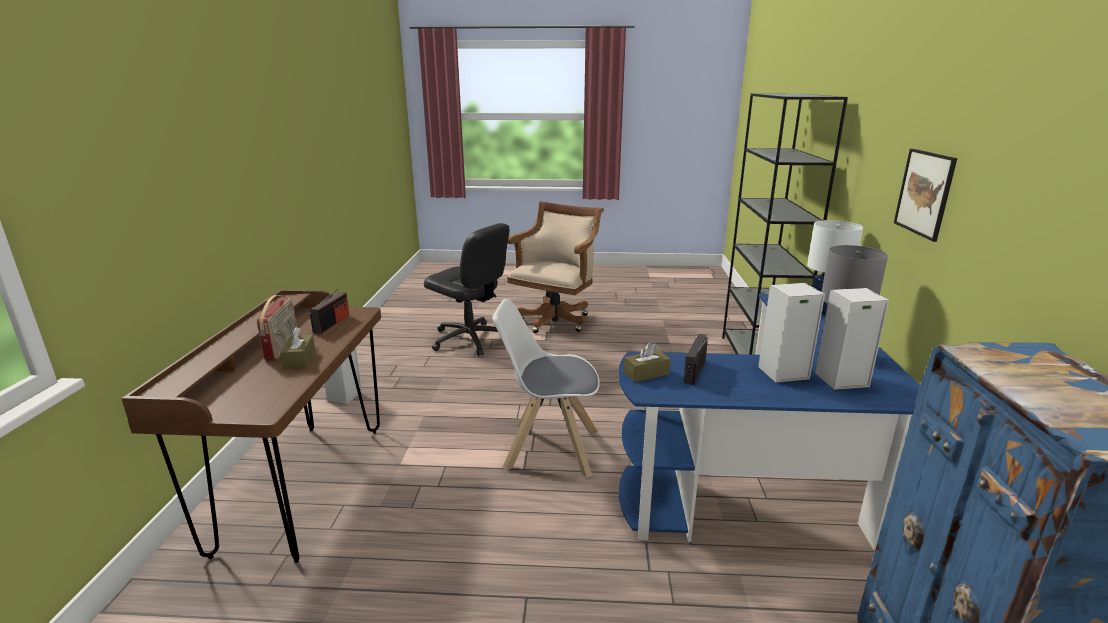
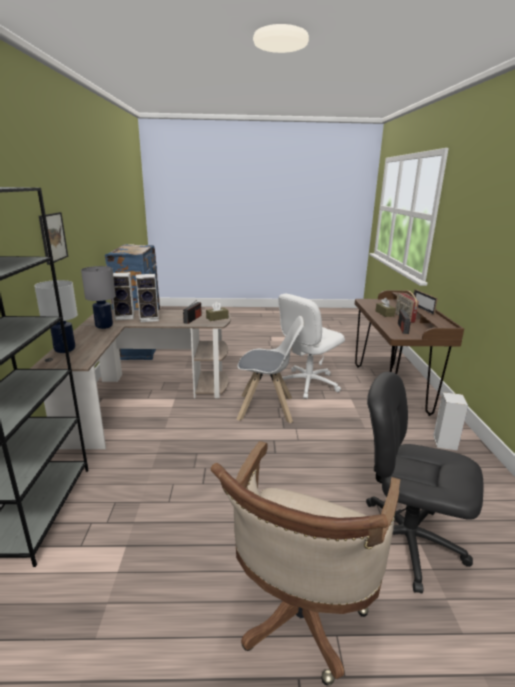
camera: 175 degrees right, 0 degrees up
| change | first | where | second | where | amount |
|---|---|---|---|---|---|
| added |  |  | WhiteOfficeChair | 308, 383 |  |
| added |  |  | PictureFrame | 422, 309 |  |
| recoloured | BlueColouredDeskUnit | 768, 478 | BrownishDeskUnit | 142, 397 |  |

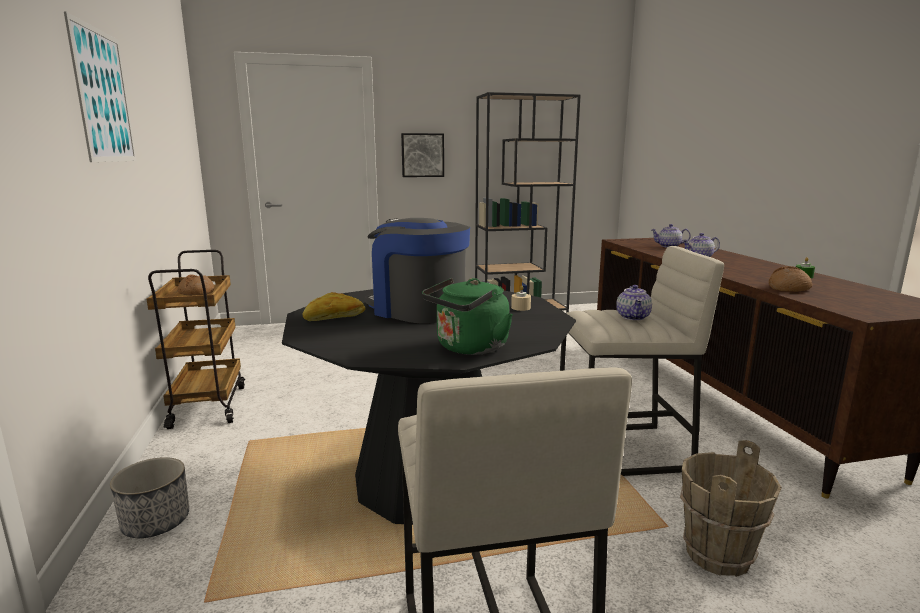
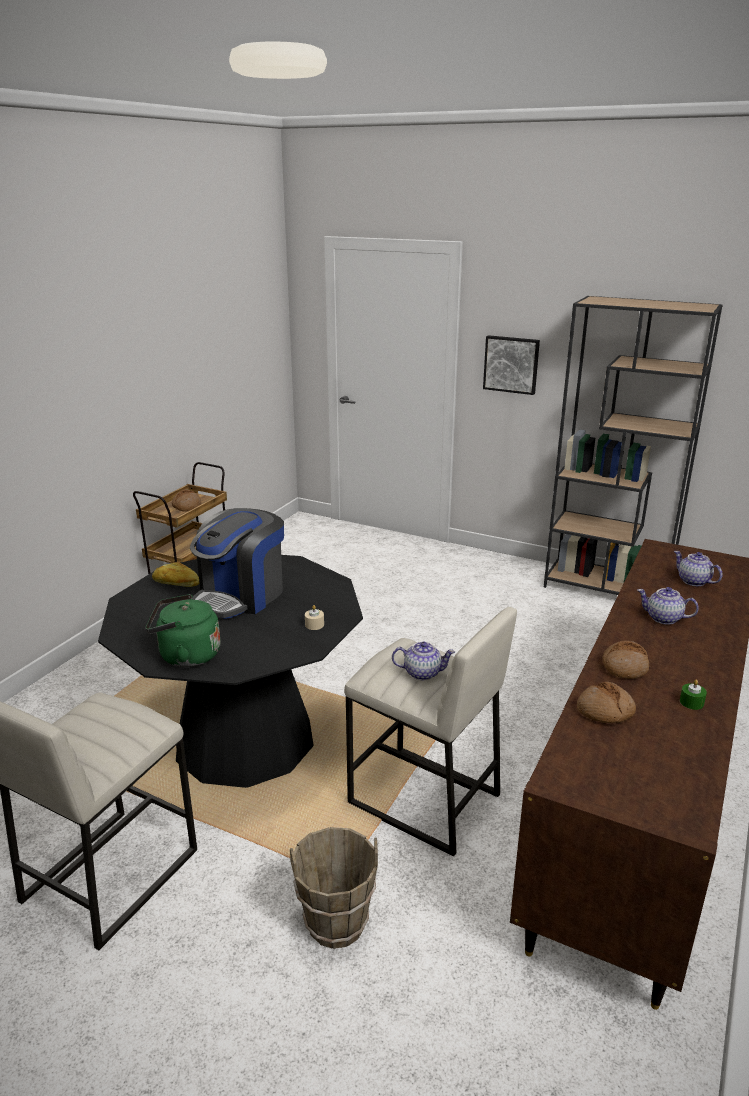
camera: 40 degrees right, 10 degrees up
| change | first | where | second | where | amount |
|---|---|---|---|---|---|
| removed | Picture | 104, 96 |  |  |  |
| removed | PlantPot | 155, 522 |  |  |  |
| added |  |  | BakedBread | 624, 667 |  |
| turned | CoffeeBrewer | 417, 310 |  | 240, 596 | 135 degrees counterclockwise |
| turned | Teapot | 633, 317 |  | 423, 673 | 135 degrees counterclockwise |

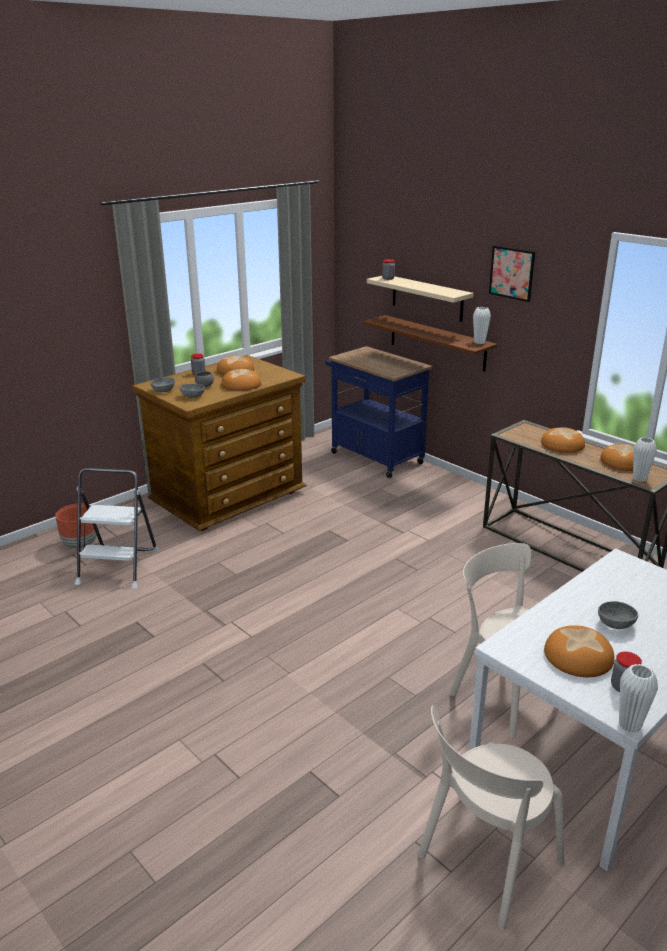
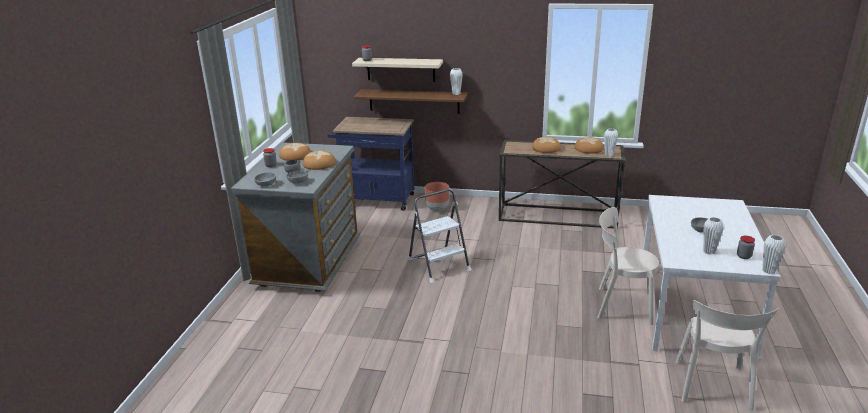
camera: 35 degrees left, 0 degrees up
| change | first | where | second | where | amount |
|---|---|---|---|---|---|
| removed | Picture | 511, 273 |  |  |  |
| moved | BrownishPlantPot | 81, 544 |  | 437, 209 |  |
| moved | WhiteStepladder | 120, 565 |  | 438, 263 |  |
| replaced | BakedBread | 577, 656 | WhiteVase | 709, 251 |  |
| recoloured | BrownishDresser | 229, 498 | GreyDresser | 309, 262 |  |

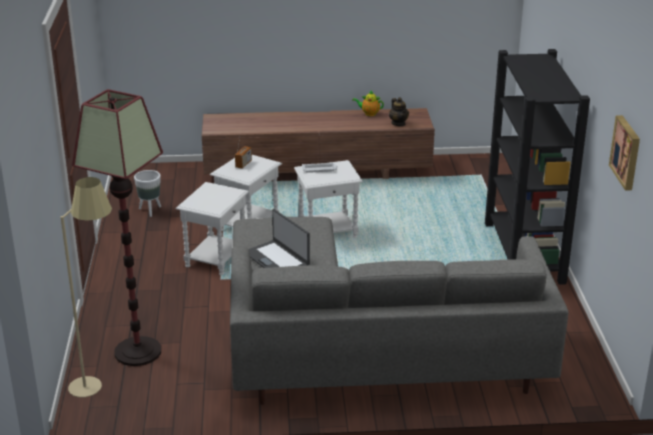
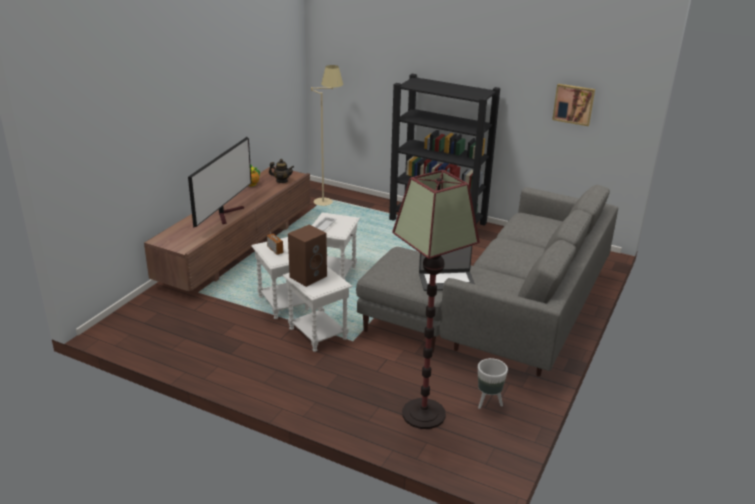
camera: 60 degrees left, 0 degrees up
| change | first | where | second | where | amount |
|---|---|---|---|---|---|
| added |  |  | Tv | 227, 214 |  |
| added |  |  | BrownishAudioSpeaker | 308, 276 |  |
| moved | BeigeColouredStandingLamp | 100, 387 |  | 328, 198 |  |
| moved | WhitePlantPot | 150, 210 |  | 488, 402 |  |

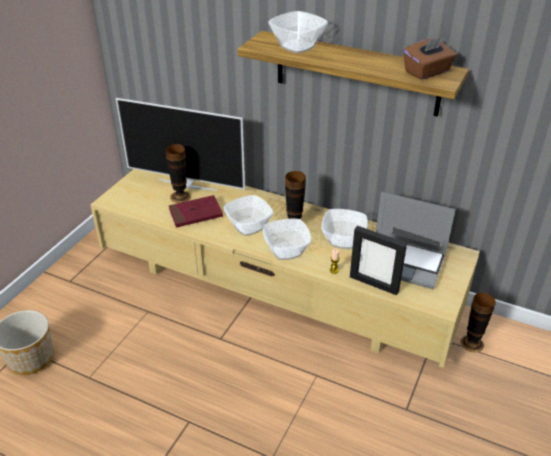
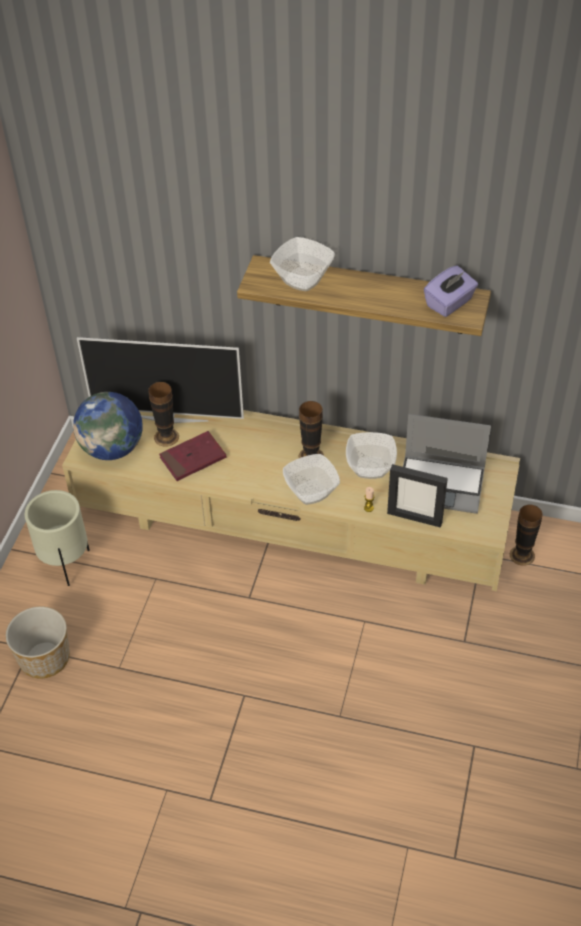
camera: 10 degrees left, 10 degrees up
| change | first | where | second | where | amount |
|---|---|---|---|---|---|
| removed | ServingBowl | 249, 227 |  |  |  |
| added |  |  | BeigeColouredPlantPot | 67, 565 |  |
| added |  |  | WorldGlobe | 112, 449 |  |
| recoloured | BrownishTissueHolder | 427, 72 | PurpleTissueHolder | 449, 303 |  |

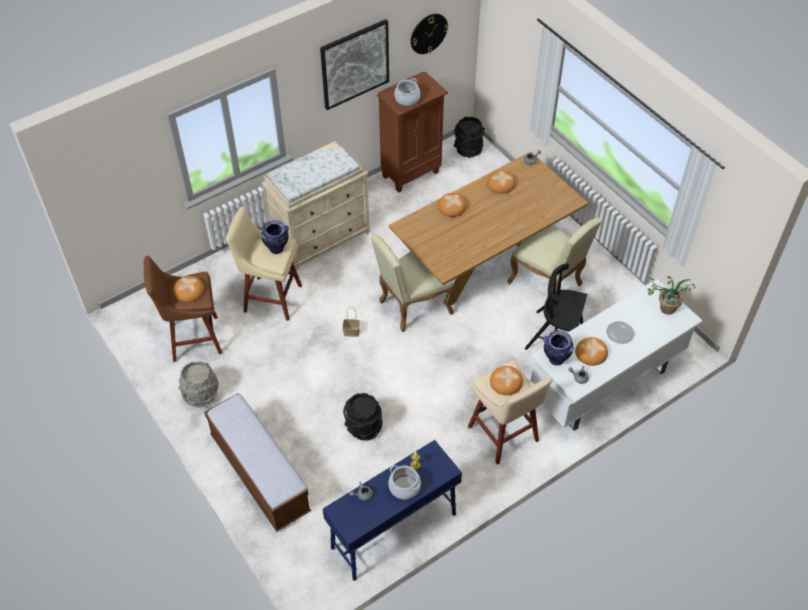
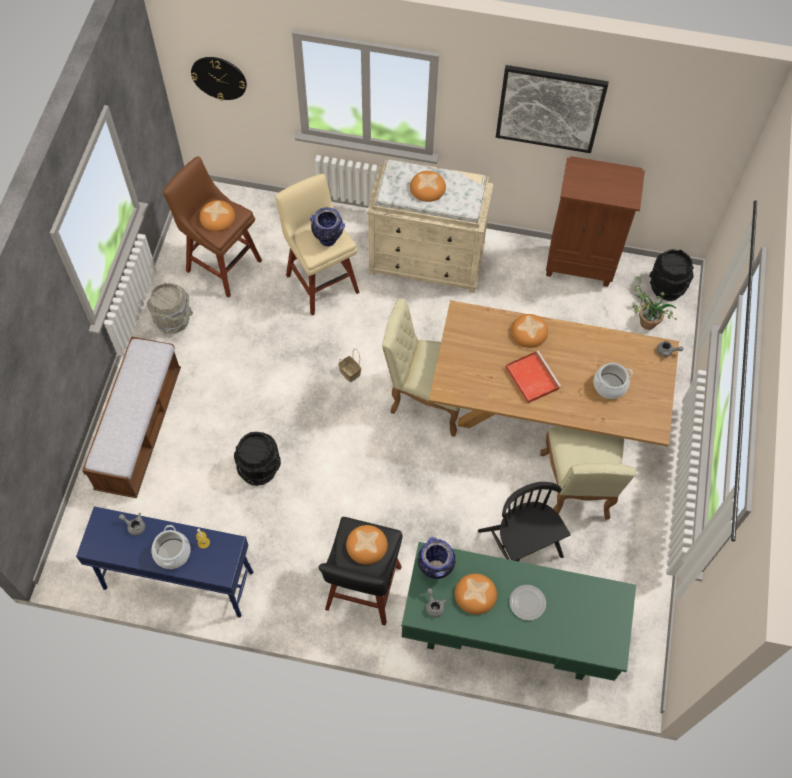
camera: 45 degrees right, 10 degrees up
| change | first | where | second | where | amount |
|---|---|---|---|---|---|
| added |  |  | ReddishServingTray | 531, 377 |  |
| moved | Stockpot | 407, 99 |  | 609, 385 |  |
| moved | HangingClock | 428, 33 |  | 219, 77 |  |
| moved | BakedBread | 501, 184 |  | 428, 188 |  |
| moved | PlantInAPot | 663, 309 |  | 643, 321 |  |
| recoloured | BeigeColouredSittingStool | 504, 435 | BlackishSittingStool | 362, 590 |  |
| recoloured | WhiteDeskUnit | 605, 386 | GreenDeskUnit | 507, 636 |  |

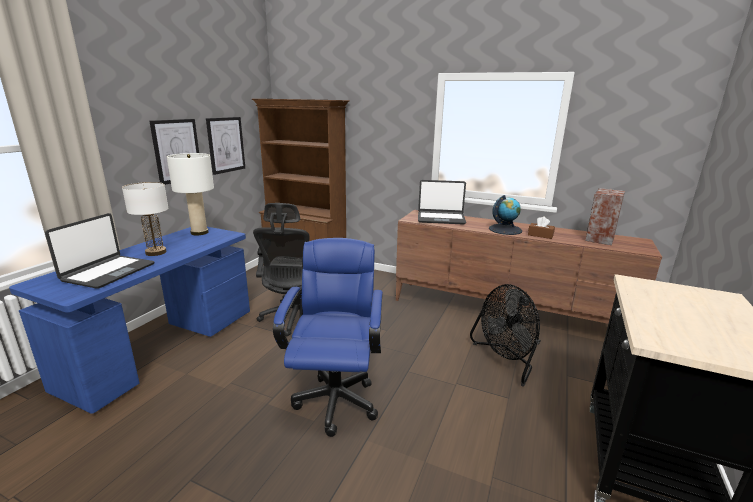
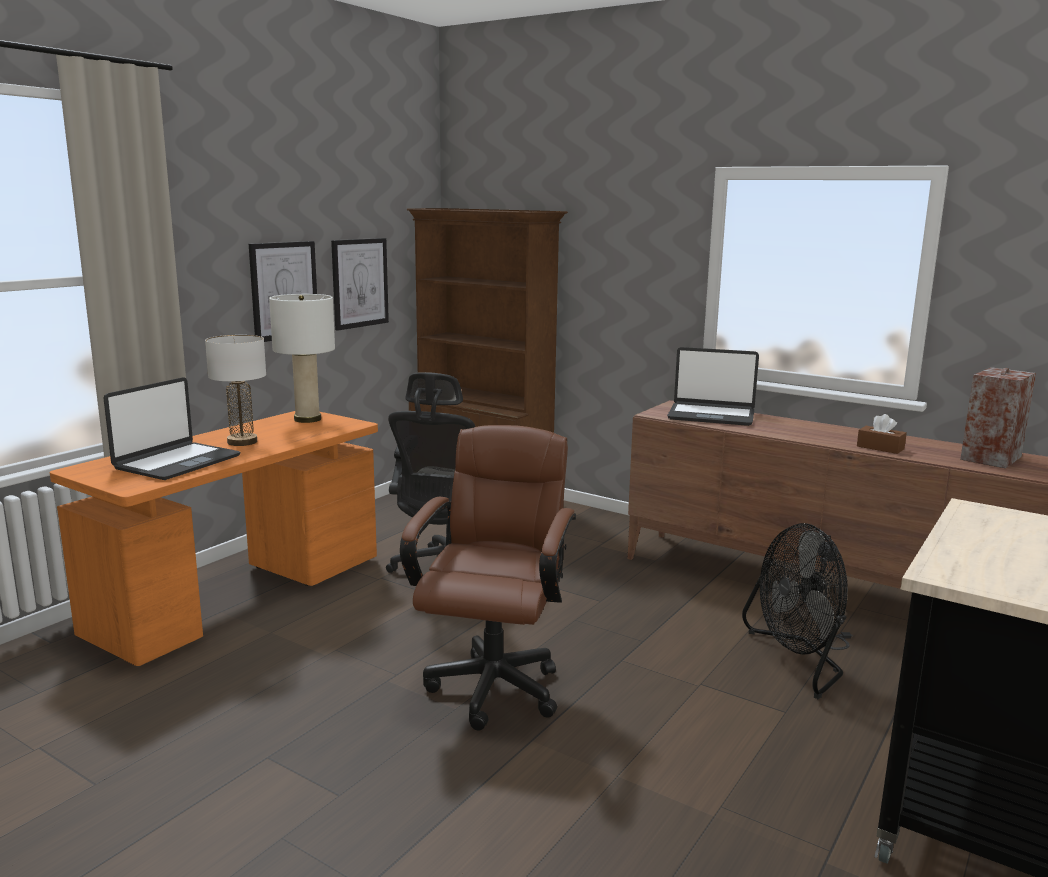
camera: 10 degrees right, 5 degrees down
| change | first | where | second | where | amount |
|---|---|---|---|---|---|
| removed | WorldGlobe | 505, 229 |  |  |  |
| recoloured | BlueColouredDeskUnit | 165, 347 | OrangeColouredDeskUnit | 241, 596 |  |
| recoloured | BlueColouredOfficeChair | 336, 399 | BrownishOfficeChair | 495, 686 |  |

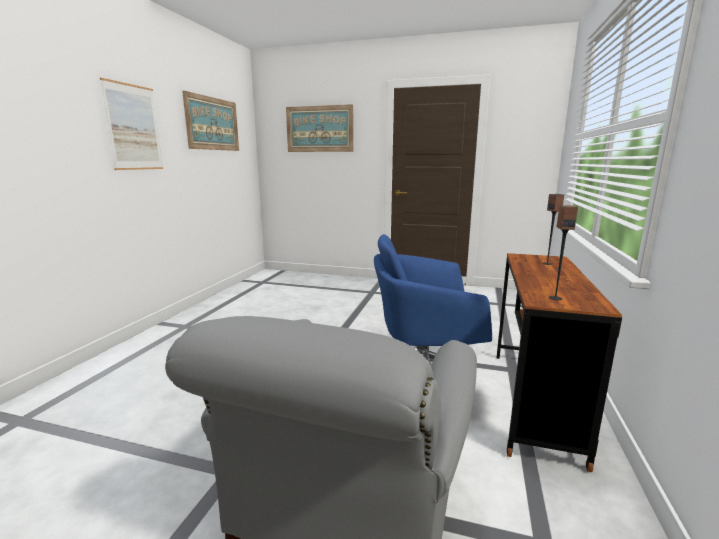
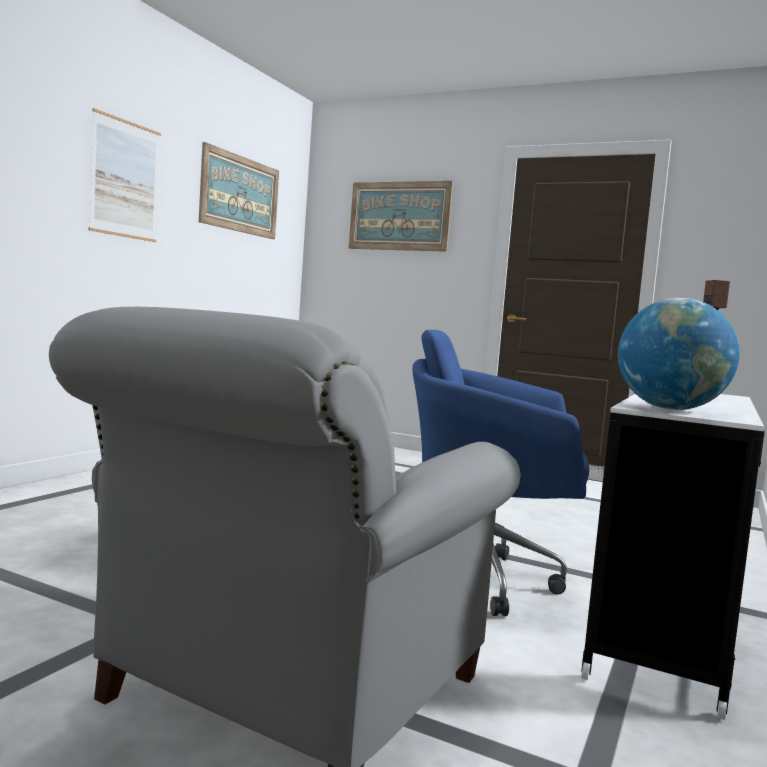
camera: 10 degrees right, 10 degrees down
| change | first | where | second | where | amount |
|---|---|---|---|---|---|
| replaced | AudioSpeaker | 555, 298 | WorldGlobe | 670, 409 |  |
| recoloured | BrownishDeskUnit | 533, 402 | WhiteDeskUnit | 665, 628 |  |

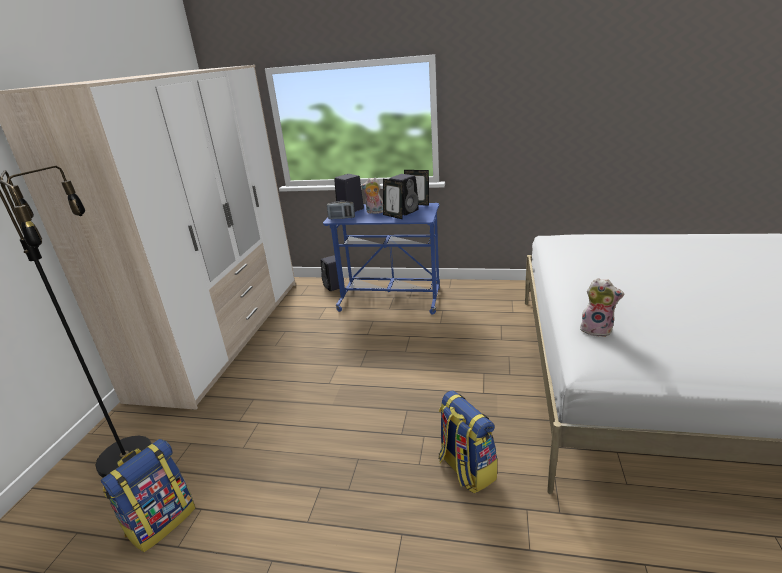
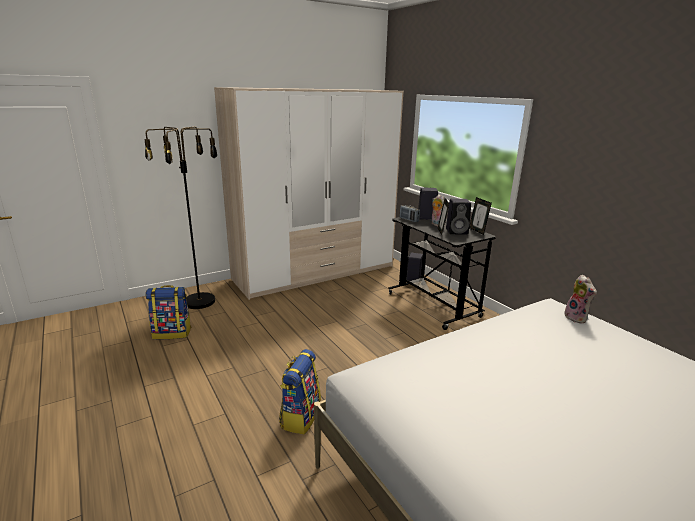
camera: 45 degrees right, 5 degrees down
| change | first | where | second | where | amount |
|---|---|---|---|---|---|
| moved | SoftToy | 597, 330 |  | 577, 318 |  |
| recoloured | BlueColouredDeskUnit | 390, 299 | BlackishDeskUnit | 433, 305 |  |

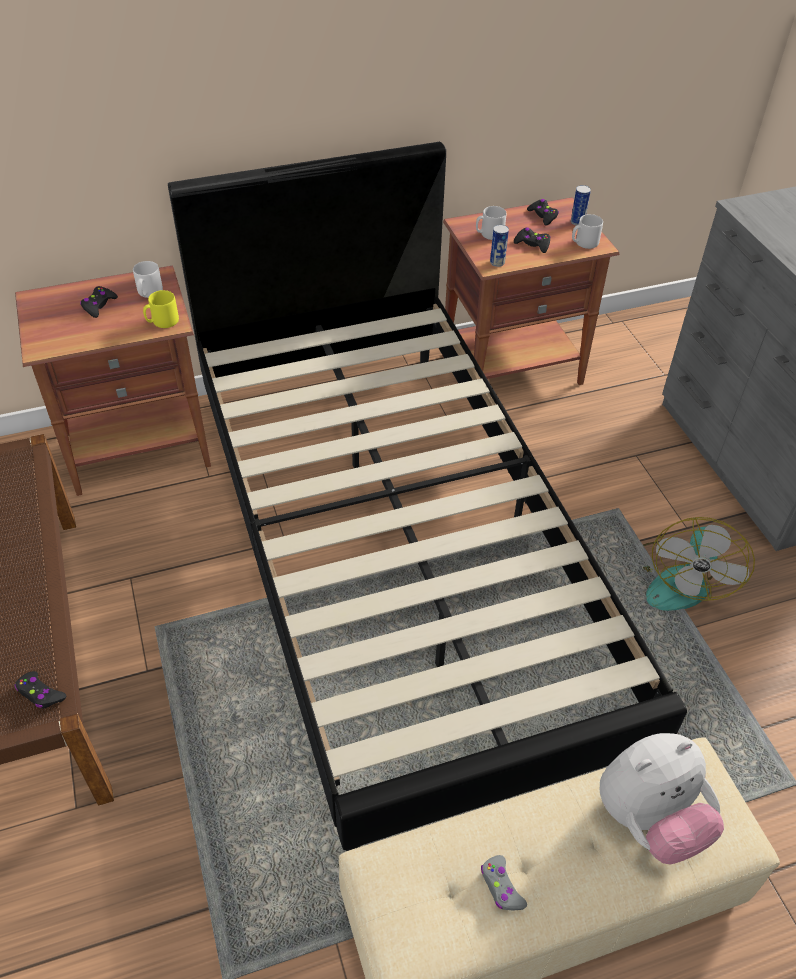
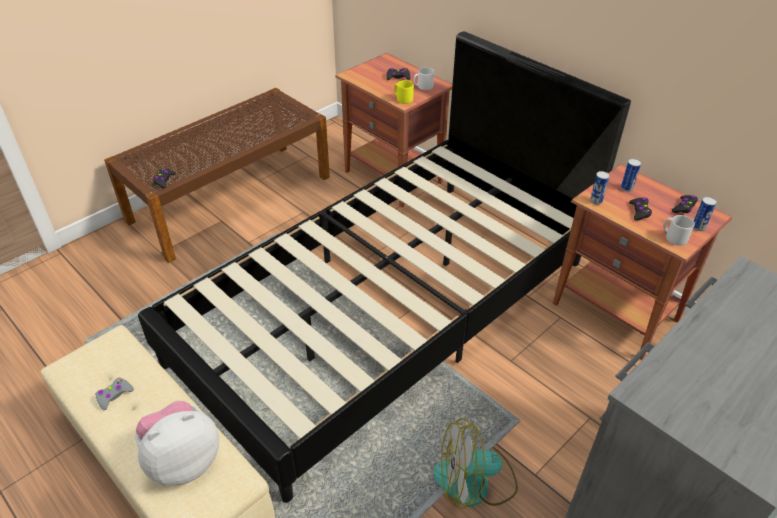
camera: 65 degrees right, 5 degrees down
| change | first | where | second | where | amount |
|---|---|---|---|---|---|
| replaced | GreyTeaMug | 489, 234 | MetalCan | 626, 188 |  |
| turned | SoftToy | 649, 819 |  | 183, 461 | 105 degrees clockwise |

